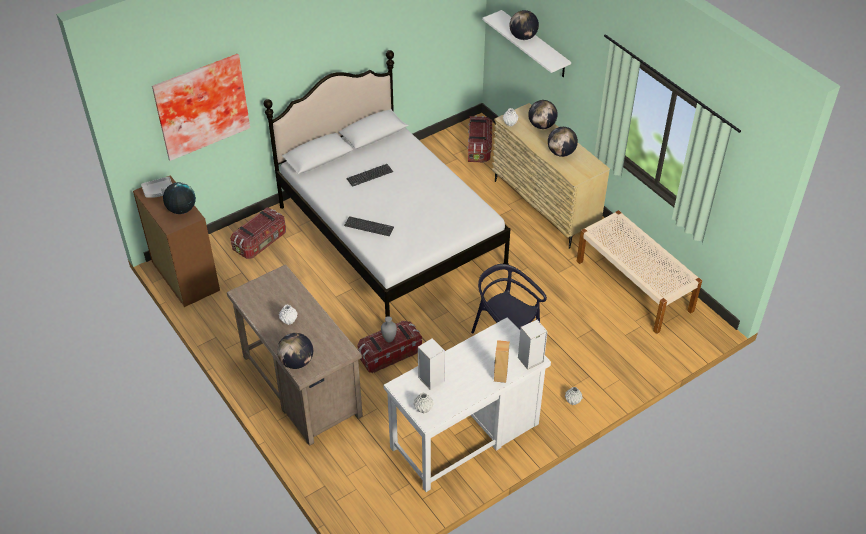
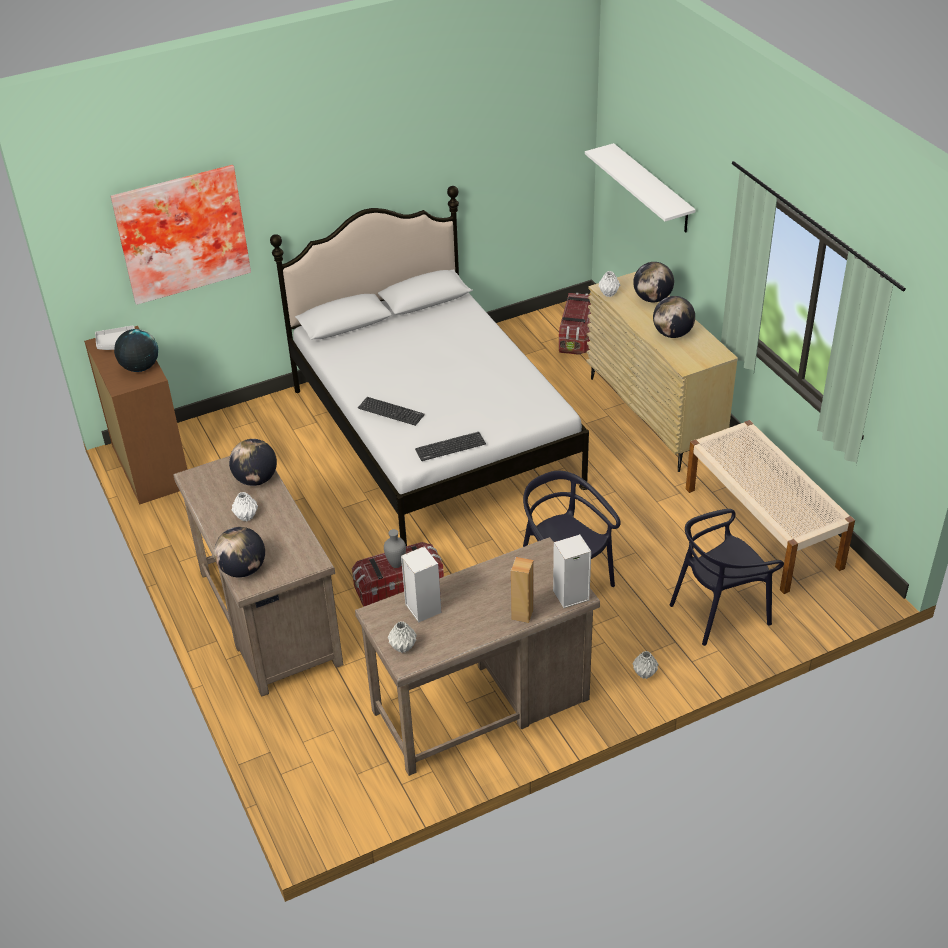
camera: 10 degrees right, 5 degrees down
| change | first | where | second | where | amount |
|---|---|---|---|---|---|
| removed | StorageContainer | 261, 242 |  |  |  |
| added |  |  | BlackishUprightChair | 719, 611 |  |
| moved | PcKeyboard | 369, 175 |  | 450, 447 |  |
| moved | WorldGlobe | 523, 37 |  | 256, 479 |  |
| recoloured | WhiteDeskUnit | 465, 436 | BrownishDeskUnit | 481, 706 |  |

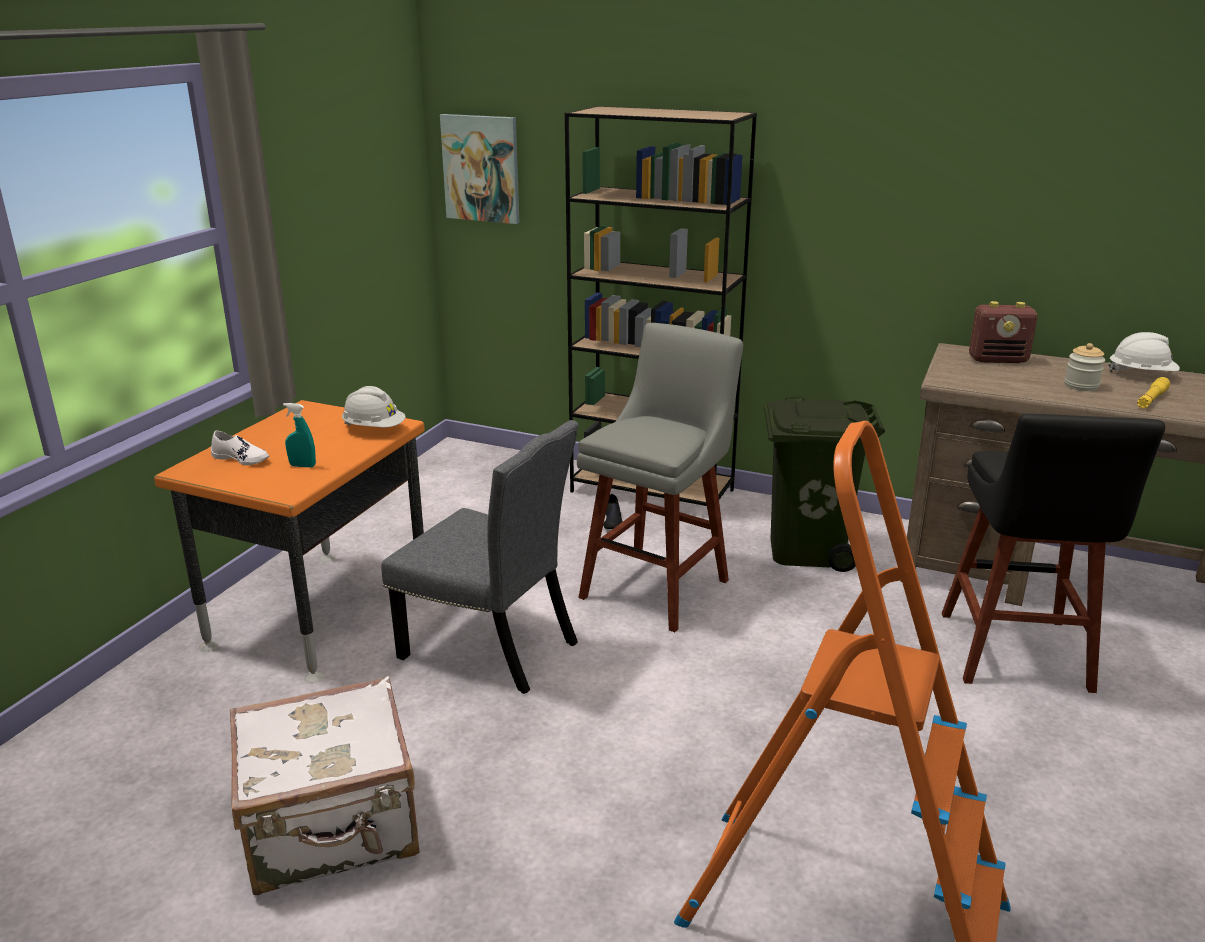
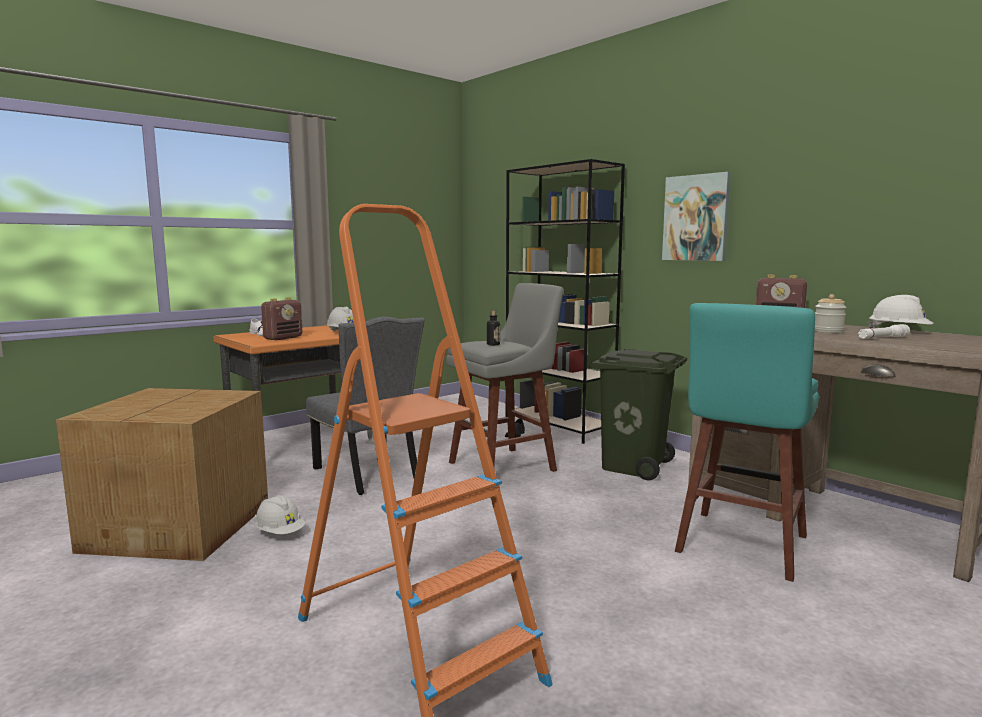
camera: 25 degrees right, 15 degrees down
| change | first | where | second | where | amount |
|---|---|---|---|---|---|
| added |  |  | WhiteSafetyHelmet | 280, 533 |  |
| added |  |  | DrinkBottle | 493, 344 |  |
| moved | Picture | 481, 168 |  | 696, 218 |  |
| replaced | WhiteSuitcase | 333, 829 | Carton | 182, 525 |  |
| replaced | TurquoiseSprayBottle | 302, 466 | RadioReceiver | 283, 338 |  |
| recoloured | BlackishSittingStool | 1014, 653 | TurquoiseSittingStool | 740, 545 |  |
| recoloured | YellowColouredFlashlight | 1151, 399 | WhiteFlashlight | 882, 338 |  |

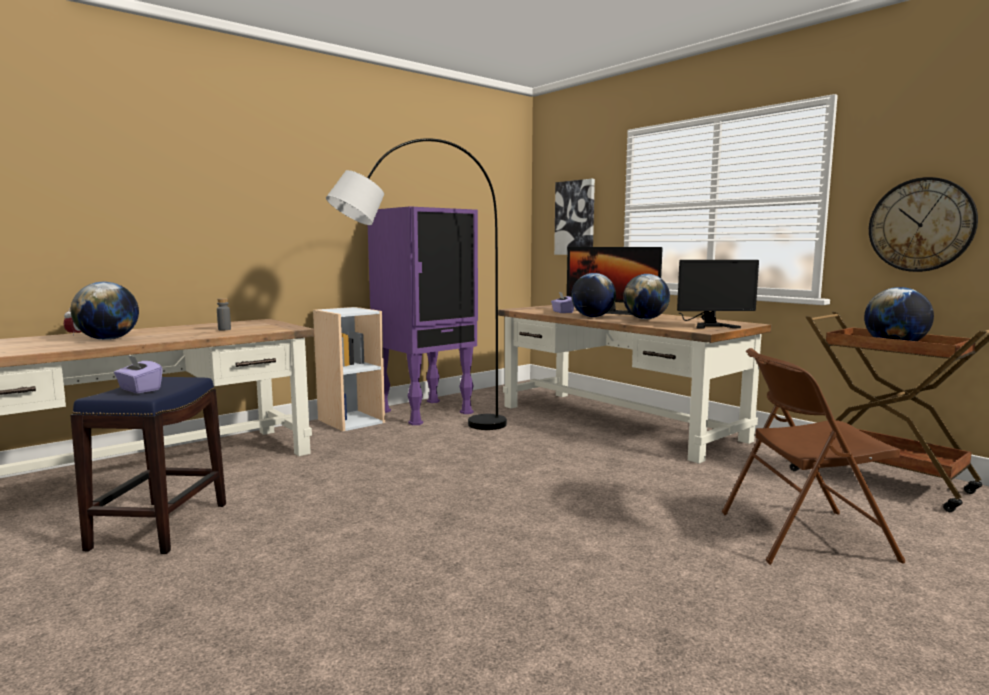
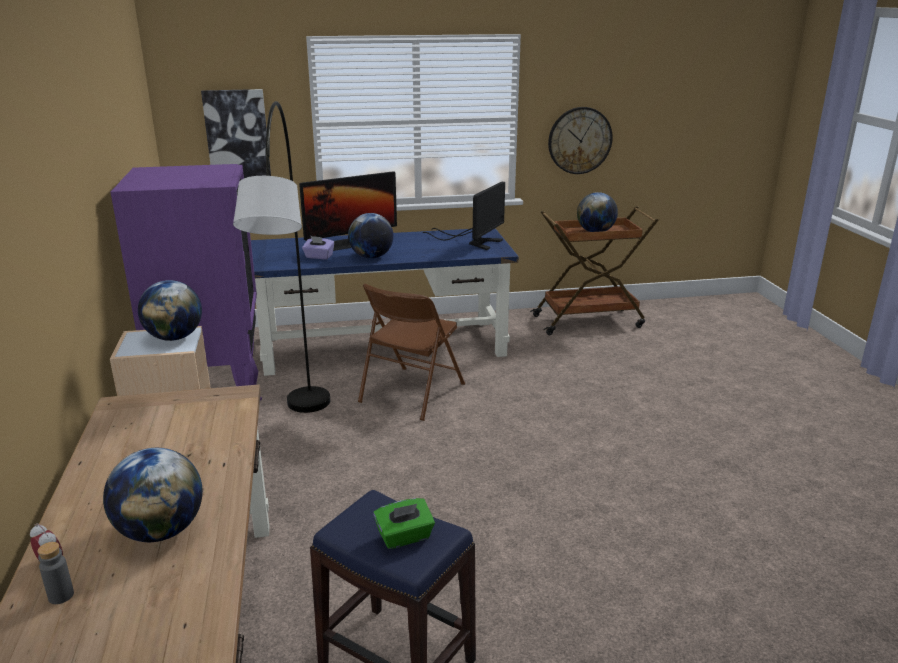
camera: 60 degrees left, 15 degrees up
| change | first | where | second | where | amount |
|---|---|---|---|---|---|
| moved | GreyDrinkBottle | 224, 329 |  | 61, 596 |  |
| moved | WorldGlobe | 645, 319 |  | 174, 337 |  |
| moved | BrownishUprightChair | 804, 535 |  | 412, 393 |  |
| recoloured | PurpleTissueHolder | 139, 389 | GreenTissueHolder | 405, 537 |  |
| recoloured | BrownishDeskUnit | 618, 422 | BlueColouredDeskUnit | 385, 346 |  |

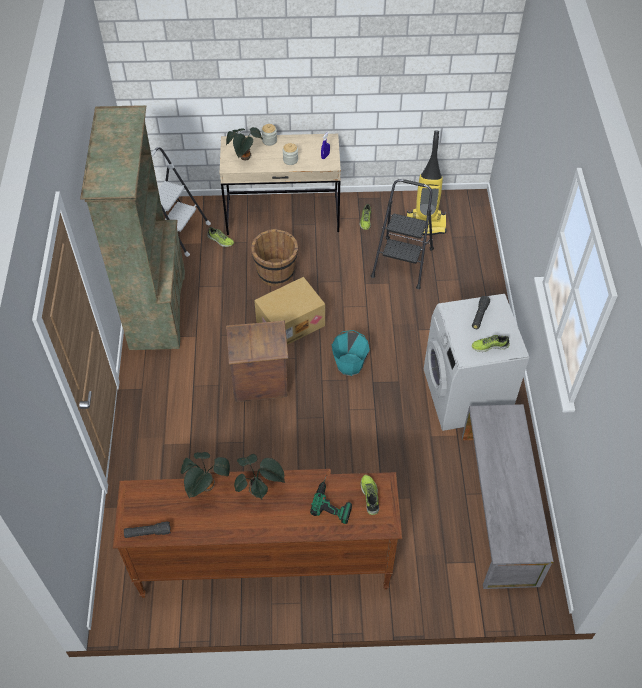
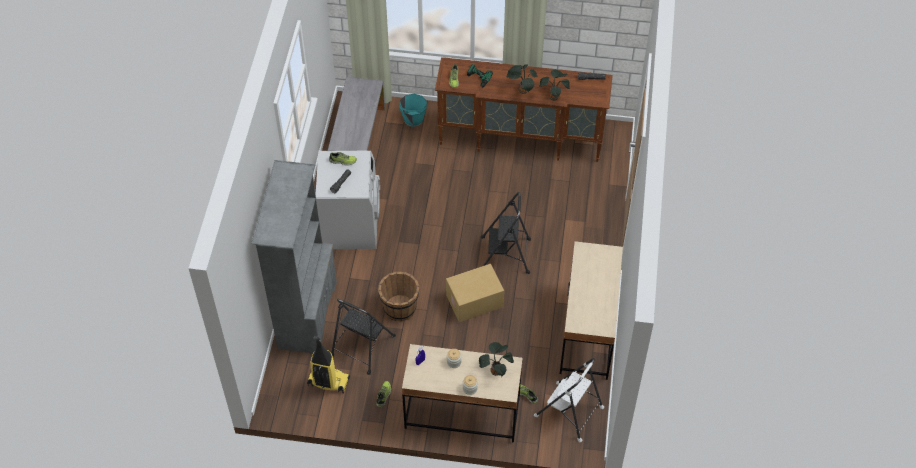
camera: 170 degrees left, 0 degrees up
| change | first | where | second | where | amount |
|---|---|---|---|---|---|
| added |  |  | GreyBookcase | 307, 314 |  |
| moved | BrownishBucket | 276, 273 |  | 399, 308 |  |
| moved | TurquoiseBucket | 349, 365 |  | 413, 119 |  |
| replaced | GreenBookcase | 157, 309 | BeigeColouredDeskUnit | 587, 332 |  |
| replaced | Crate | 260, 384 | BlackishStepladder | 507, 254 |  |

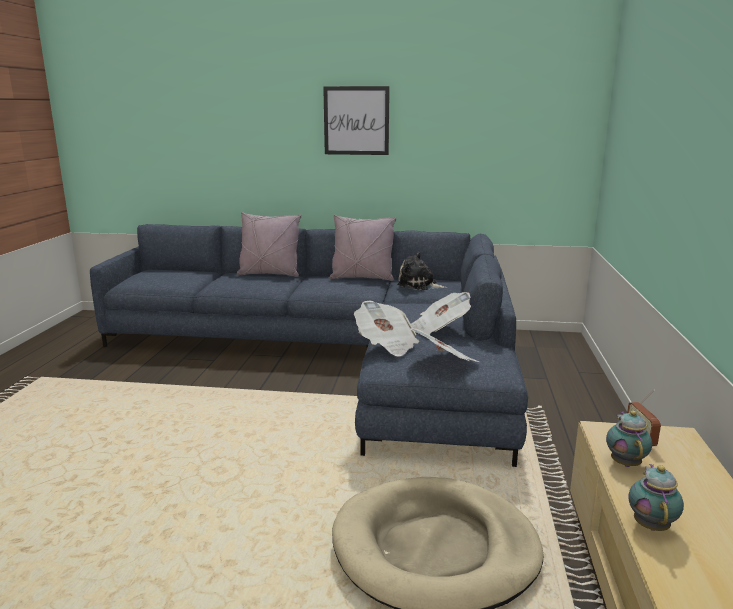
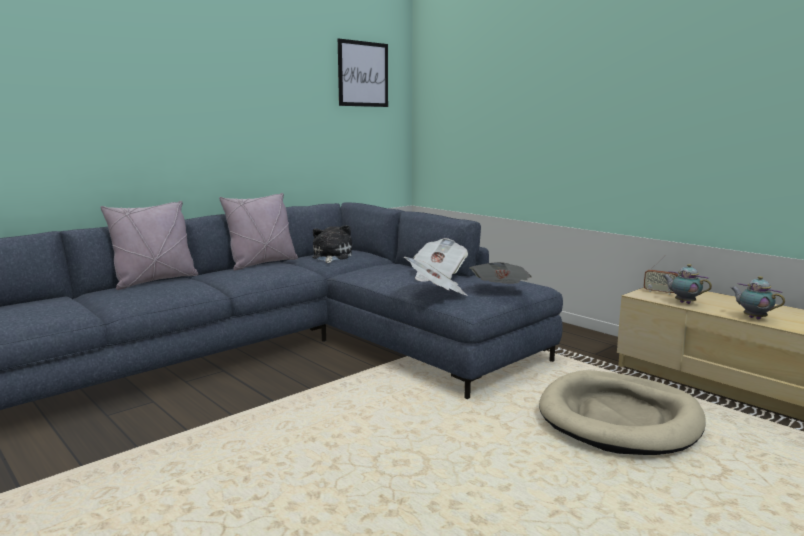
camera: 50 degrees left, 5 degrees down
| change | first | where | second | where | amount |
|---|---|---|---|---|---|
| moved | Picture | 356, 121 |  | 363, 74 |  |
| turned | SoftToy | 419, 285 |  | 331, 257 | 120 degrees clockwise |

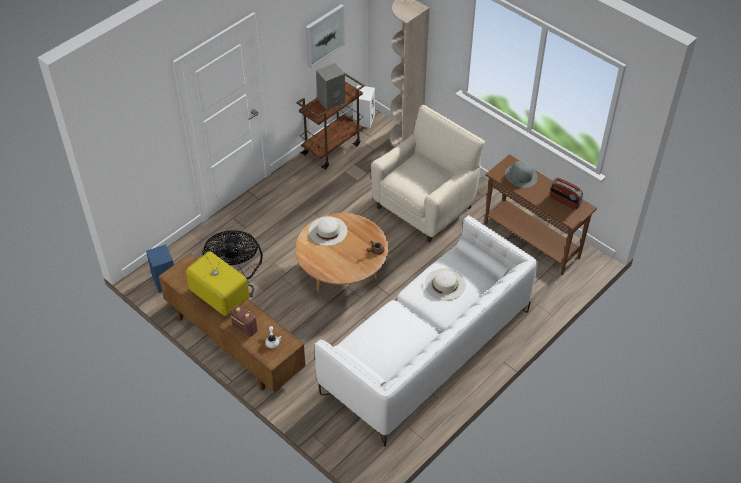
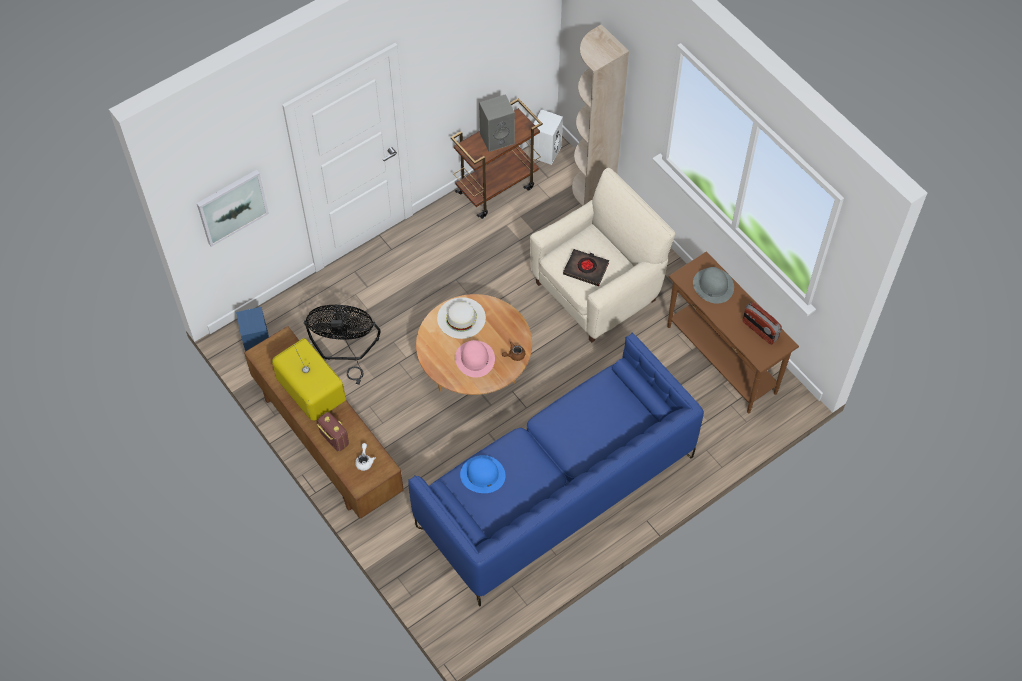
camera: 10 degrees right, 10 degrees up
| change | first | where | second | where | amount |
|---|---|---|---|---|---|
| removed | WhiteWearableHat | 445, 284 |  |  |  |
| added |  |  | PinkishWearableHat | 475, 359 |  |
| added |  |  | BlueColouredWearableHat | 482, 475 |  |
| added |  |  | BlackishBook | 586, 269 |  |
| moved | Picture | 324, 35 |  | 232, 206 |  |
| recoloured | WhiteSettee | 426, 352 | BlueColouredSettee | 555, 492 |  |

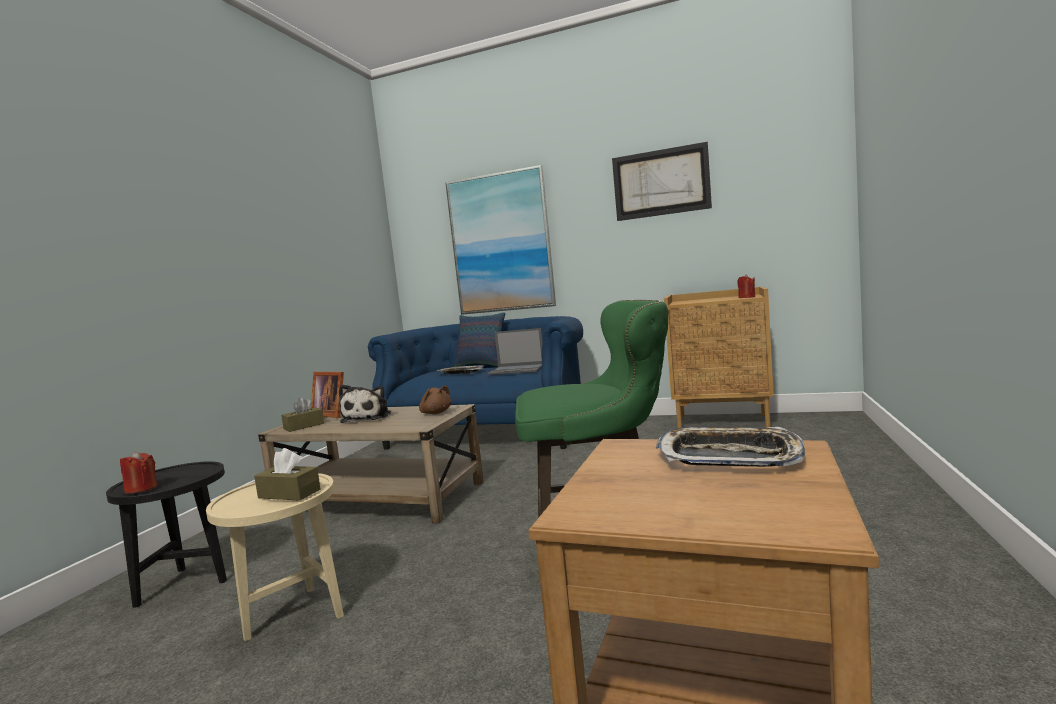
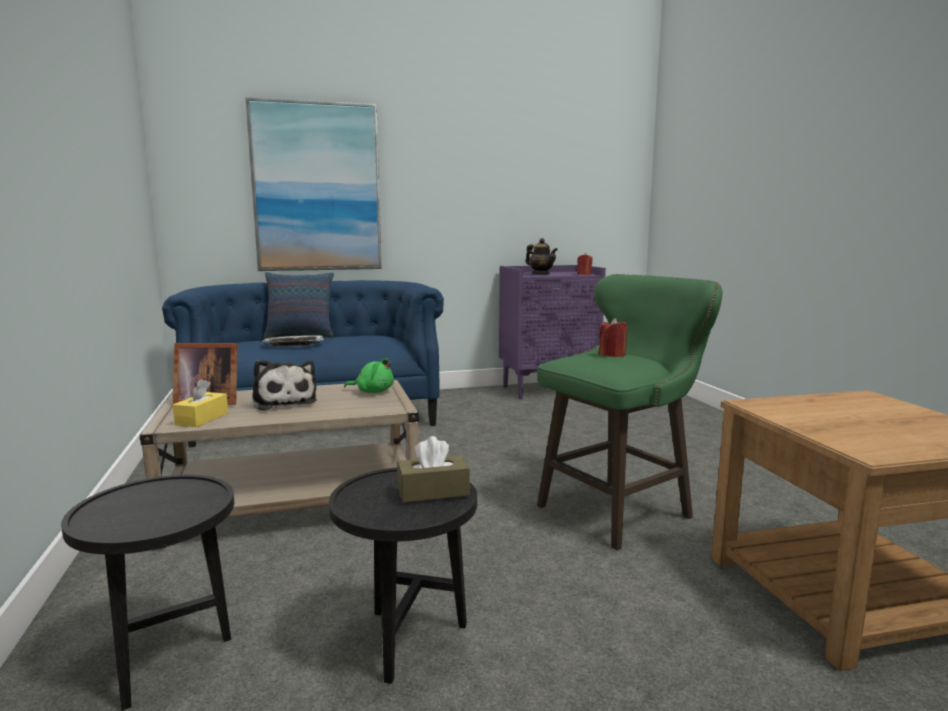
camera: 35 degrees left, 5 degrees up
| change | first | where | second | where | amount |
|---|---|---|---|---|---|
| removed | Laptop | 517, 370 |  |  |  |
| removed | Picture | 661, 182 |  |  |  |
| removed | ServingTray | 729, 456 |  |  |  |
| added |  |  | Teapot | 541, 274 |  |
| moved | ReddishCandle | 141, 488 |  | 612, 355 |  |
| recoloured | BeigeColouredEndTable | 292, 617 | BlackishEndTable | 407, 643 |  |
| recoloured | BrownishTissueHolder | 304, 426 | YellowColouredTissueHolder | 202, 419 |  |
| recoloured | BrownishSoftToy | 435, 413 | GreenSoftToy | 373, 392 |  |
| recoloured | BrownishCupboard | 723, 422 | PurpleCupboard | 548, 390 |  |

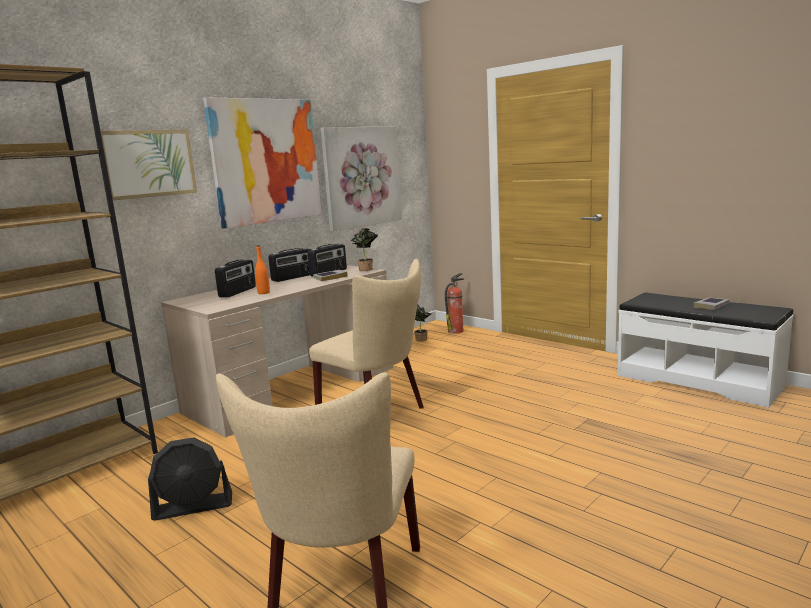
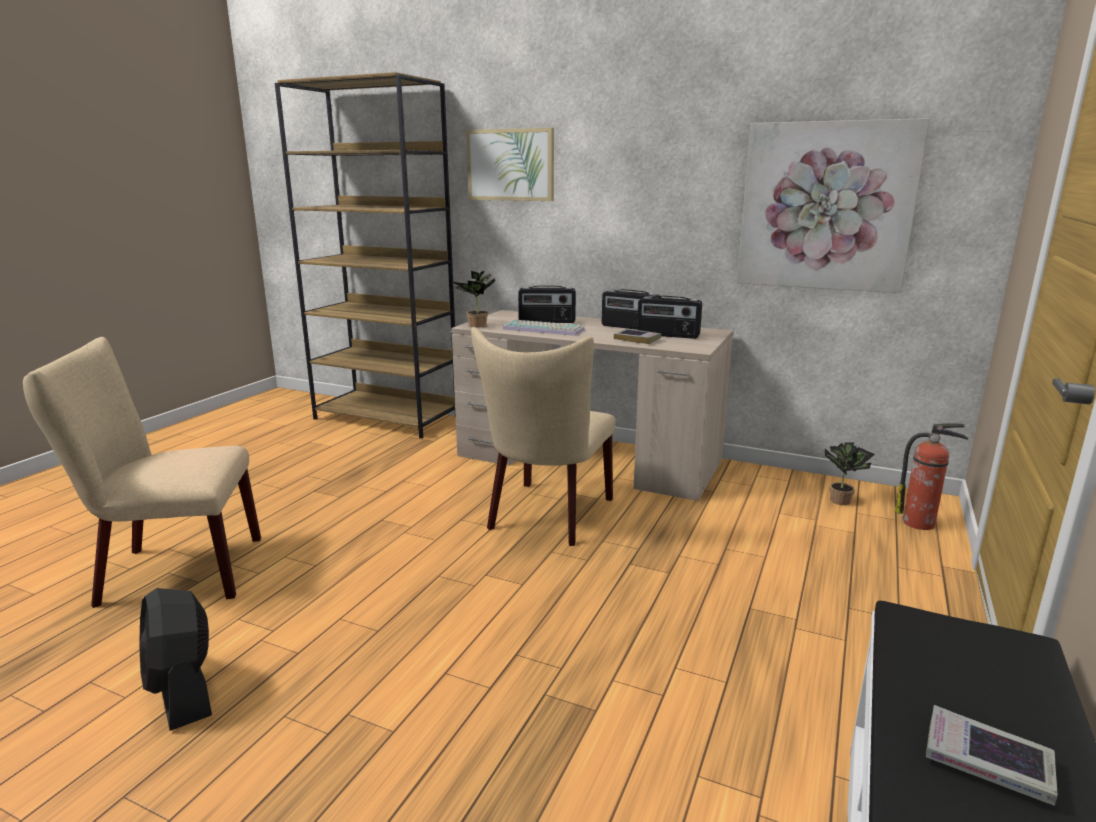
camera: 70 degrees right, 5 degrees up
| change | first | where | second | where | amount |
|---|---|---|---|---|---|
| removed | Picture | 266, 161 |  |  |  |
| moved | BlackishCoolingFan | 193, 507 |  | 183, 691 |  |
| moved | PlantInAPot | 367, 269 |  | 476, 326 |  |
| replaced | OrangeColouredDrinkBottle | 263, 293 | PcKeyboard | 545, 329 |  |

